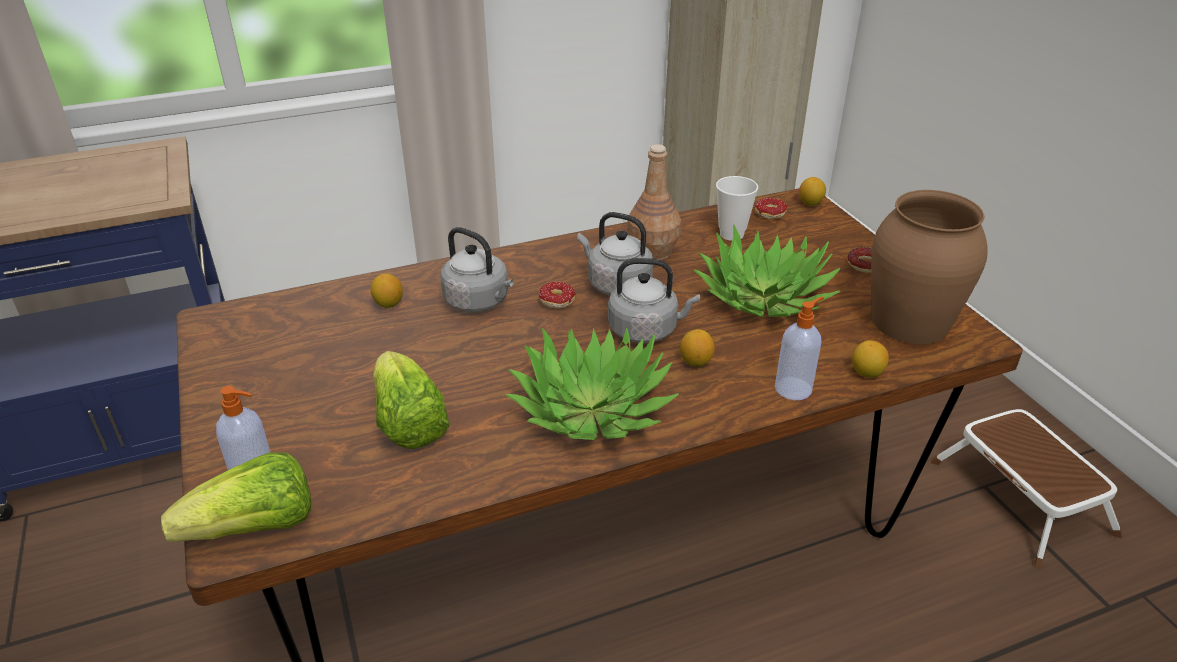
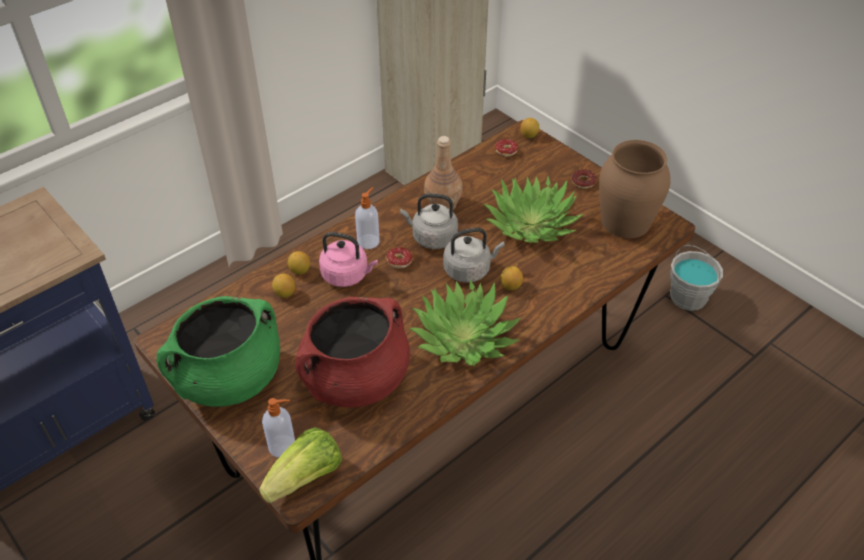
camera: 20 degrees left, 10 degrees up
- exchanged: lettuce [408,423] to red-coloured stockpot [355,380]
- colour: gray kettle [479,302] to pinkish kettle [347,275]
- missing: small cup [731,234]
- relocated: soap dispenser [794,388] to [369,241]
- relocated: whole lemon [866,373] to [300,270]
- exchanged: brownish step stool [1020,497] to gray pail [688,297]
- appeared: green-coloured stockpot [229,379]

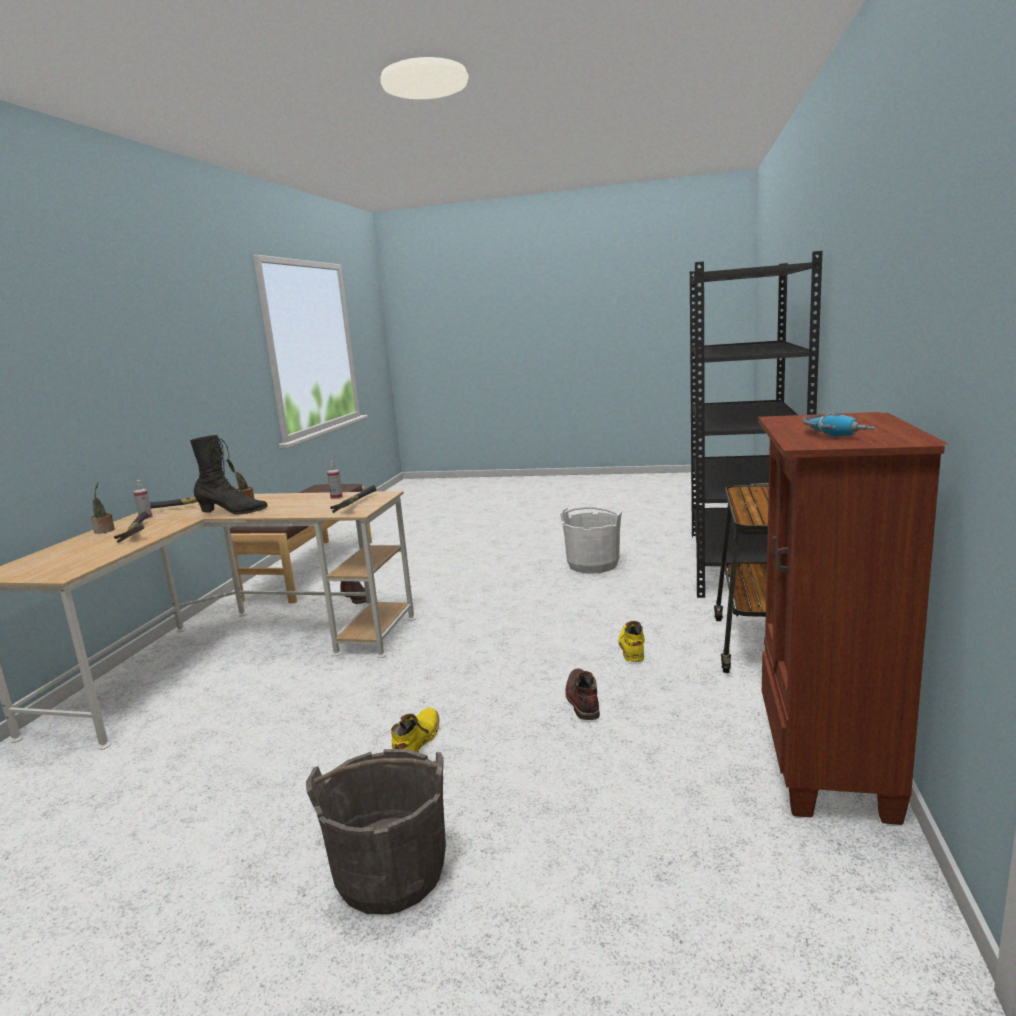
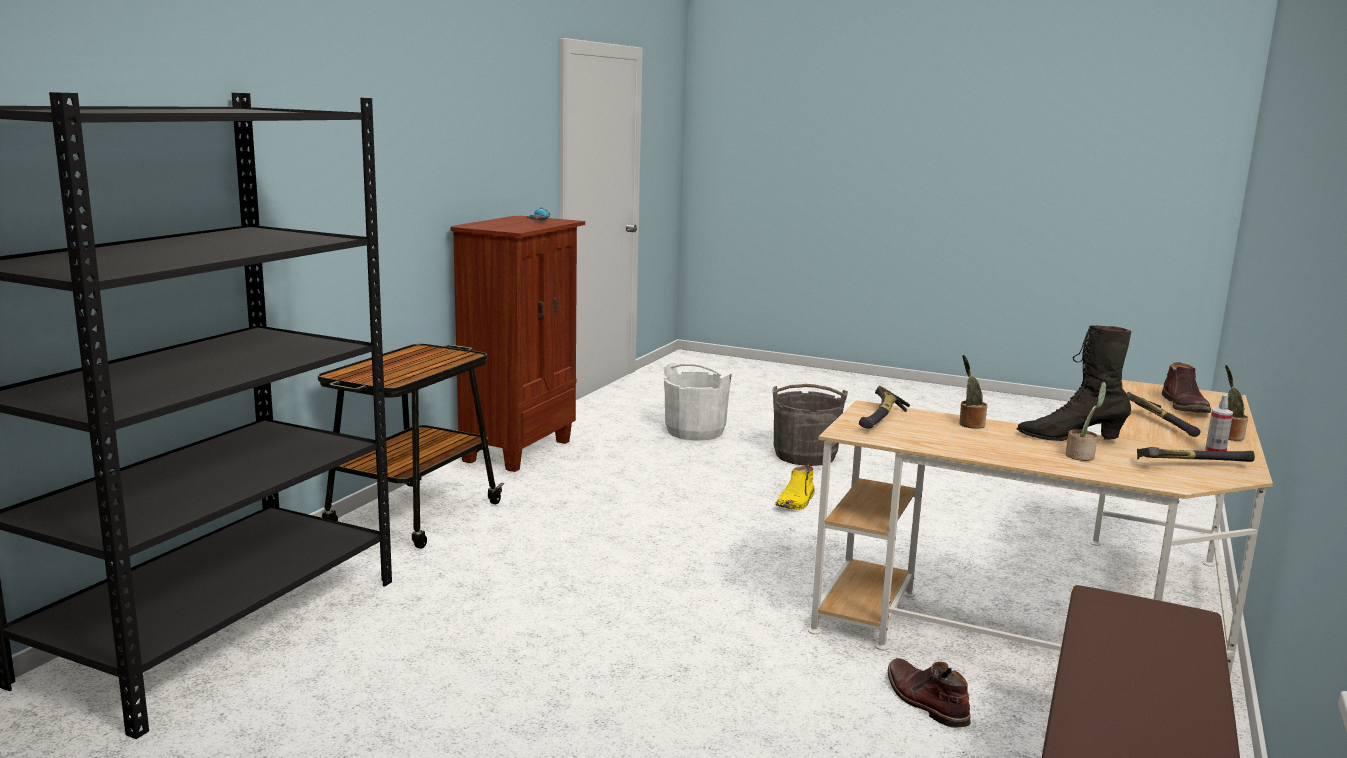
camera: 170 degrees left, 0 degrees up
- missing: hand sprayer [336,497]
- relocated: white pail [593,565] to [695,431]
- relocated: brownish boot [582,700] to [1186,406]
- missing: yellow-coloured boot [632,647]
- appeared: plant in a pot [970,424]

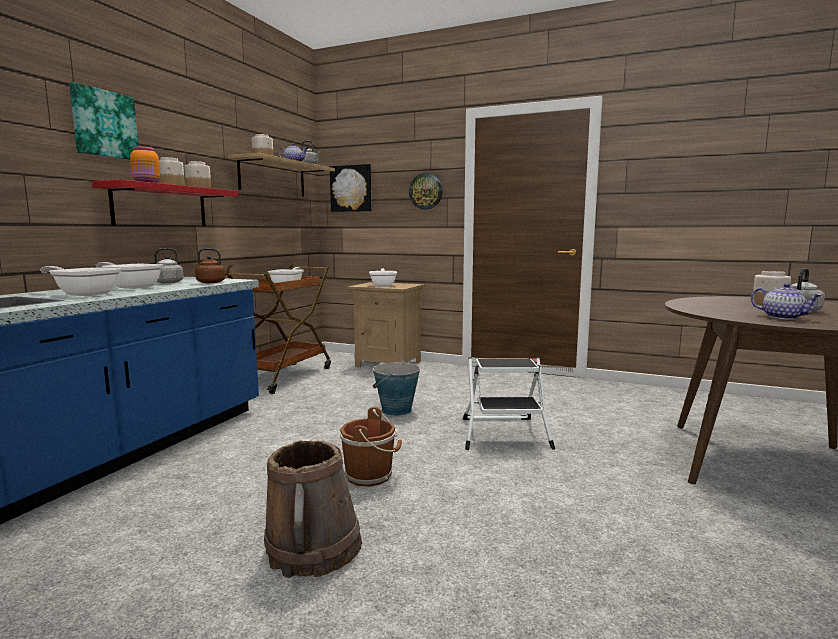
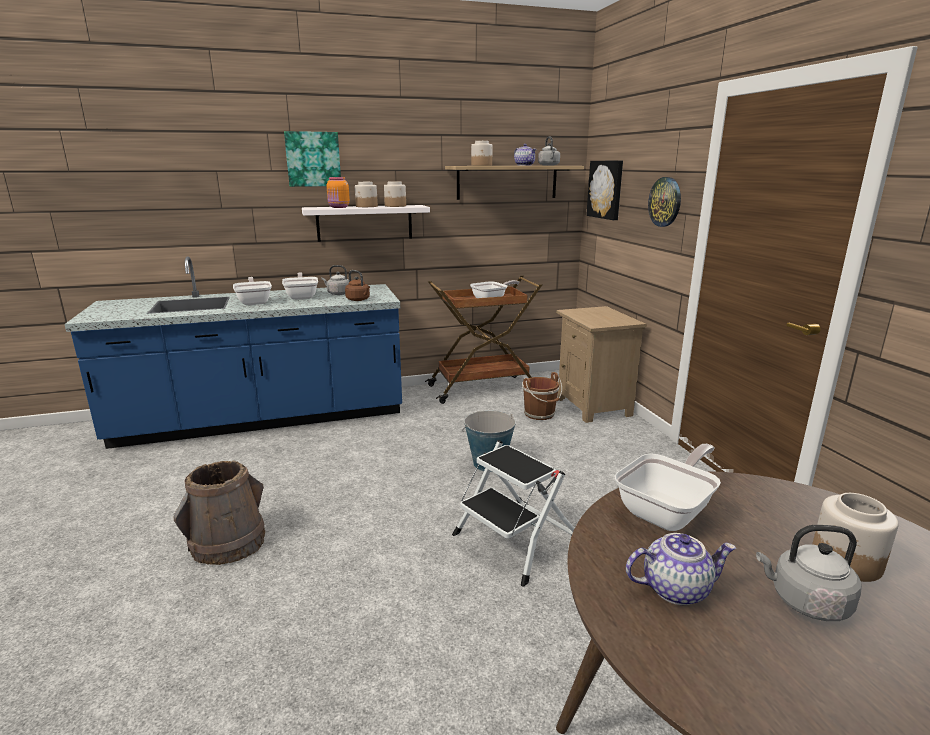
camera: 50 degrees right, 10 degrees up
- colour: red-coloured wall shelf [160,206] to white wall shelf [364,223]
- relocated: brownish pail [371,475] to [540,414]
- relocated: pan [383,285] to [668,511]
- spun: teapot [783,317] = [676,588] 105 degrees counterclockwise

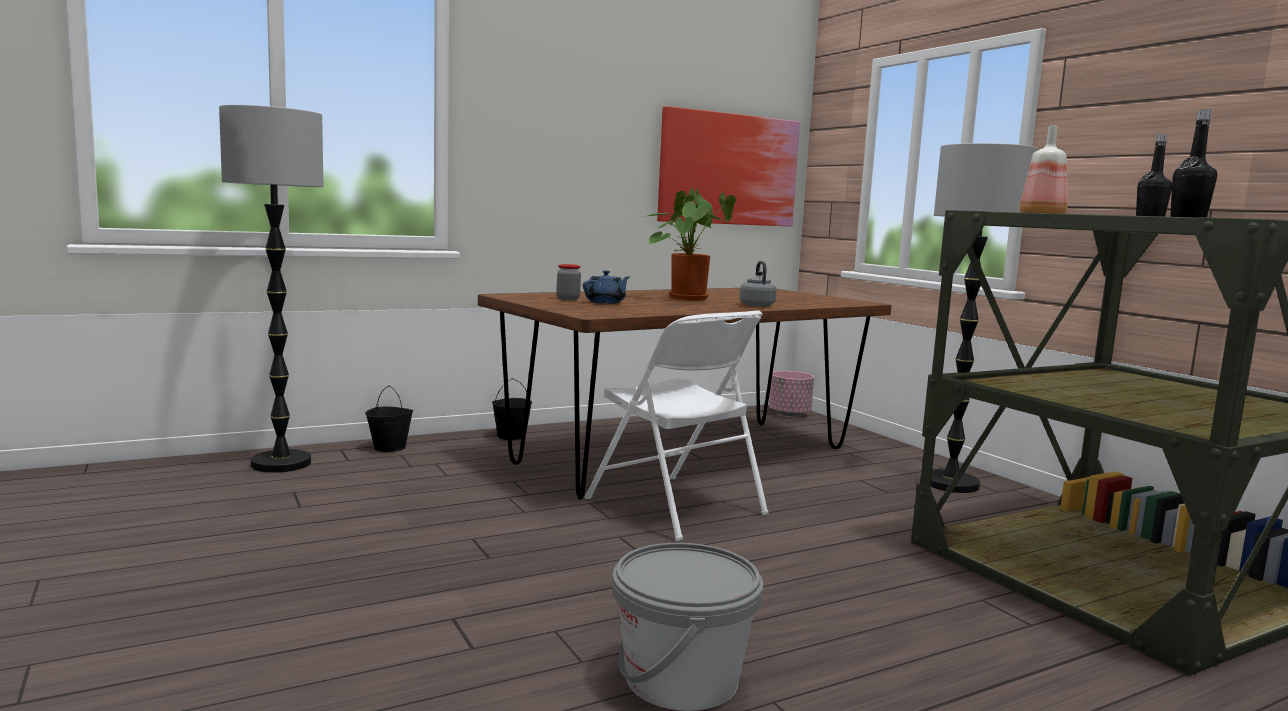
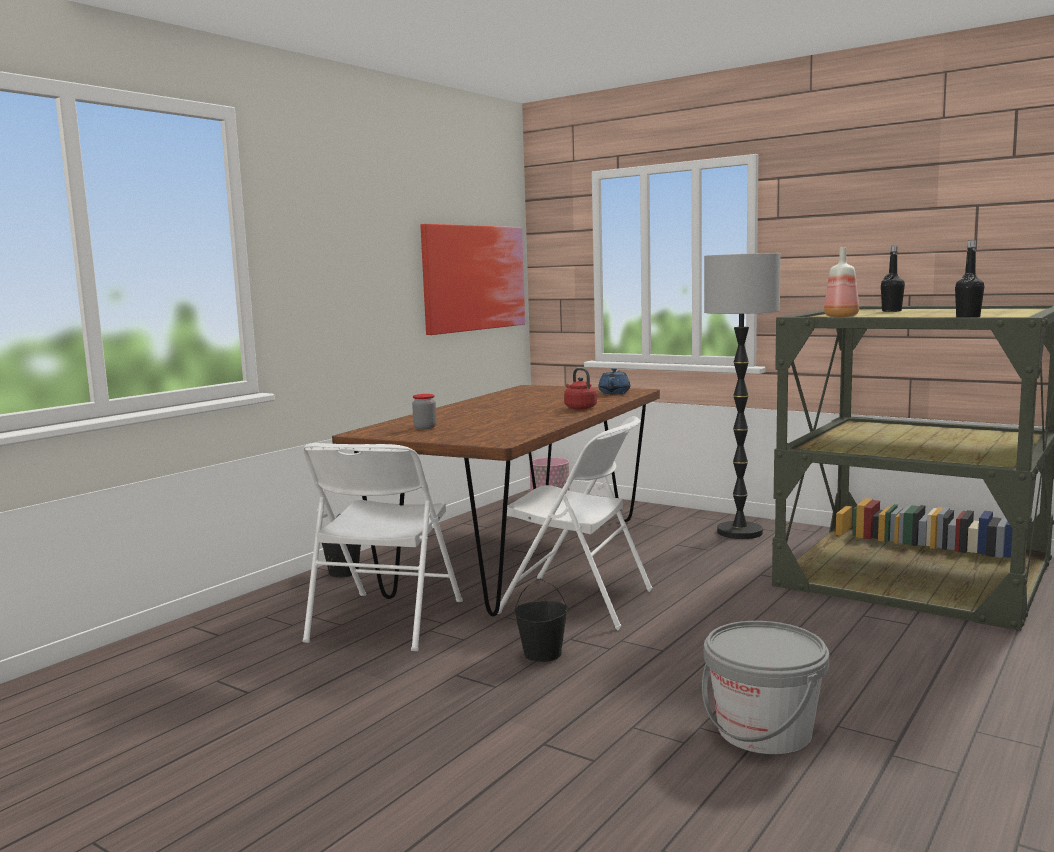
camera: 25 degrees left, 0 degrees up
- missing: standing lamp [281,463]
- relocated: black pail [390,448] to [542,654]
- relocated: blue-coloured teapot [606,302] to [614,393]
- missing: plant in a pot [687,297]
- colour: gray kettle [756,305] to red-coloured kettle [579,408]
- appeared: white upright chair [386,621]

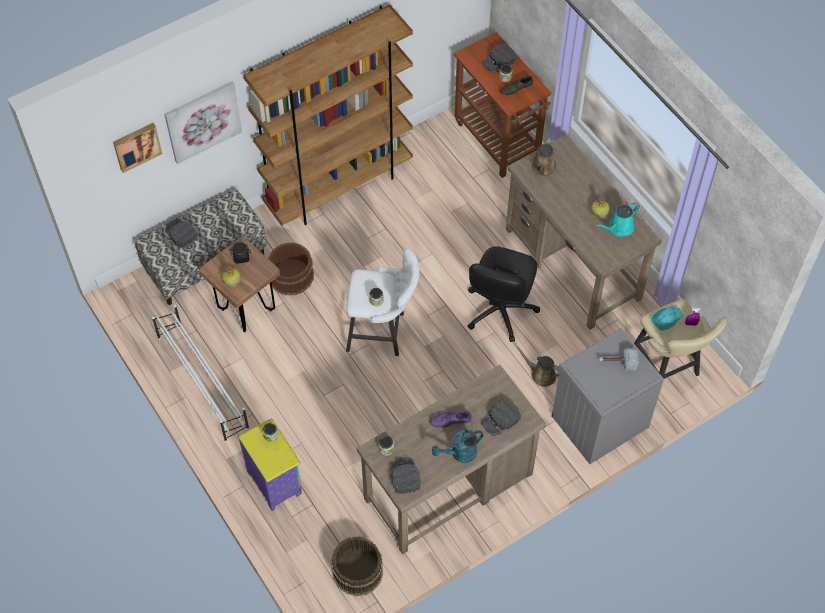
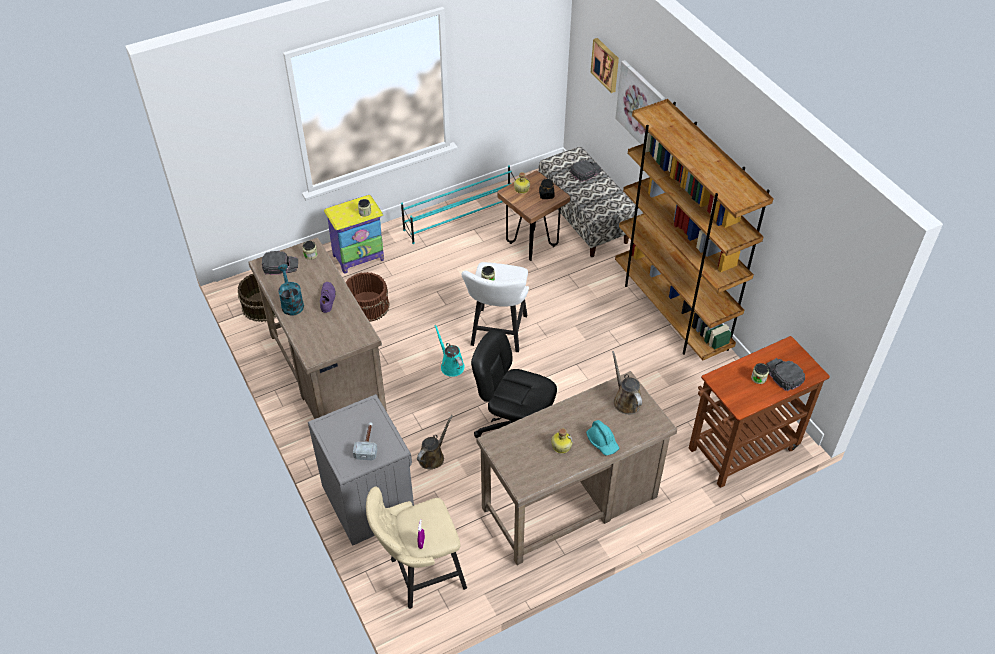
camera: 95 degrees right, 10 degrees down
- colour: white shoe stand [202,381] to turquoise shoe stand [462,217]
- relocated: brownish pail [291,276] to [367,305]
- missing: black cap [500,419]
- missing: brownish low shoe [516,89]
- spun: brownish watering pot [542,168] = [625,400] 45 degrees clockwise
- relocated: turquoise watering pot [619,228] to [451,365]
- relocated: turquoise safety helmet [666,319] to [602,442]

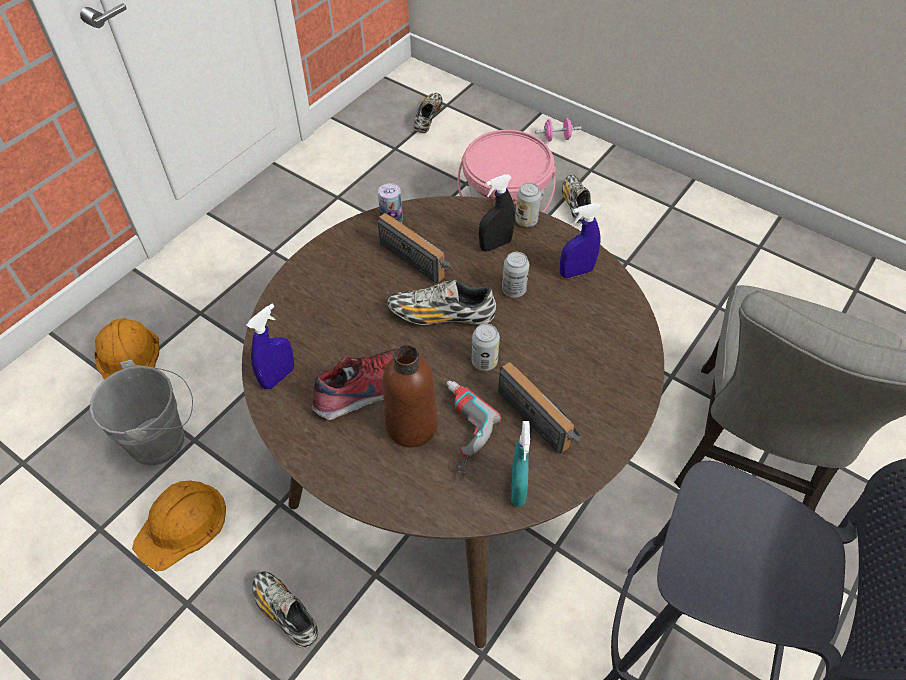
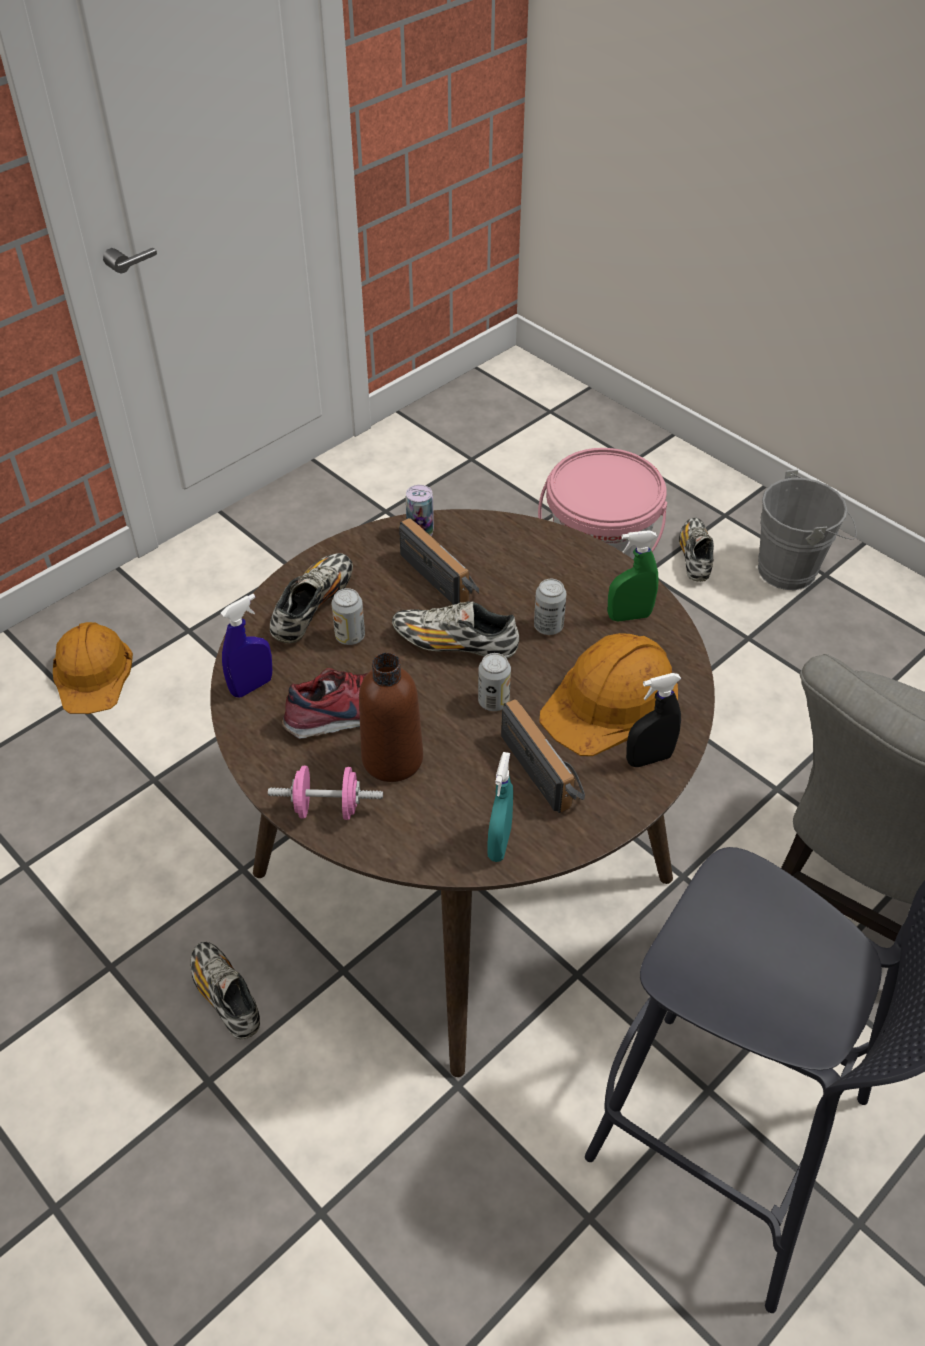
camera: 10 degrees right, 5 degrees down
- relocated: gray pail [164,440] to [793,569]
- relocated: orange safety helmet [182,524] to [611,701]
- relocated: low shoe [428,118] to [313,608]
- missing: drill [455,431]
- relocated: black hand sprayer [495,244] to [649,759]
- relocated: can [526,220] to [350,636]
- relocated: pinkish dumbbell [556,138] to [327,808]
- colour: blue-coloured hand sprayer [576,272] to green-coloured hand sprayer [629,616]

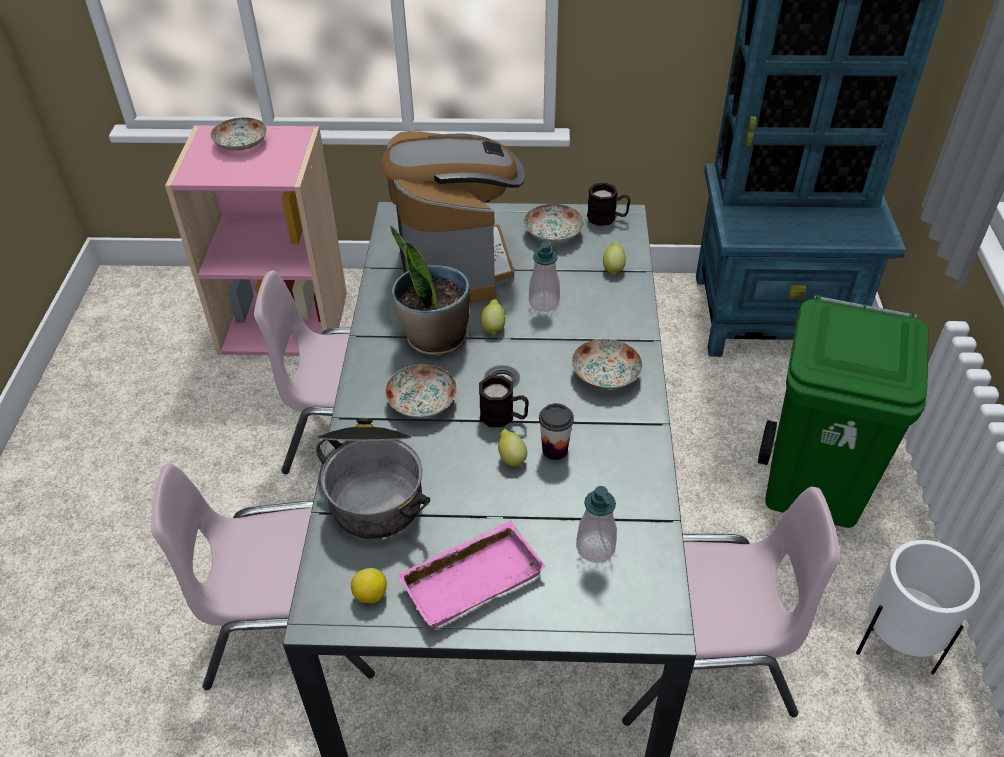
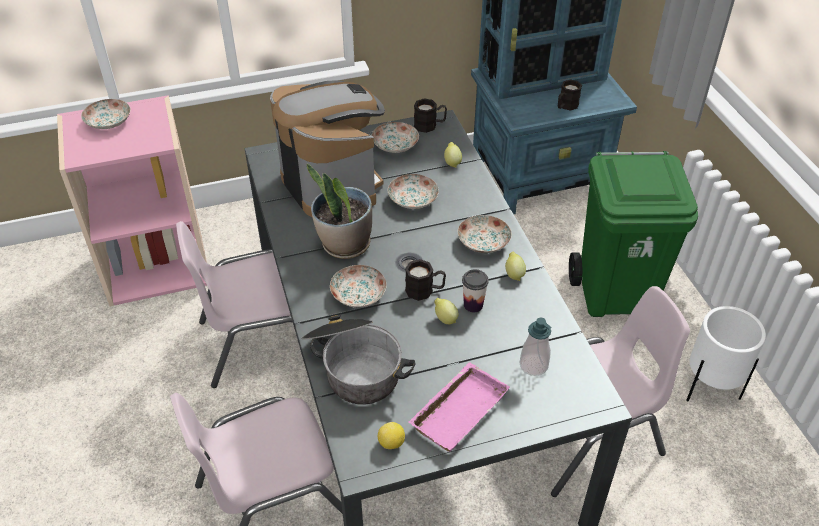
camera: 20 degrees left, 0 degrees up
- relocated: whole lemon [493,327] to [514,274]
- exchanged: soap dispenser [544,302] to flat dish [413,199]
- appeared: black tea mug [566,106]

